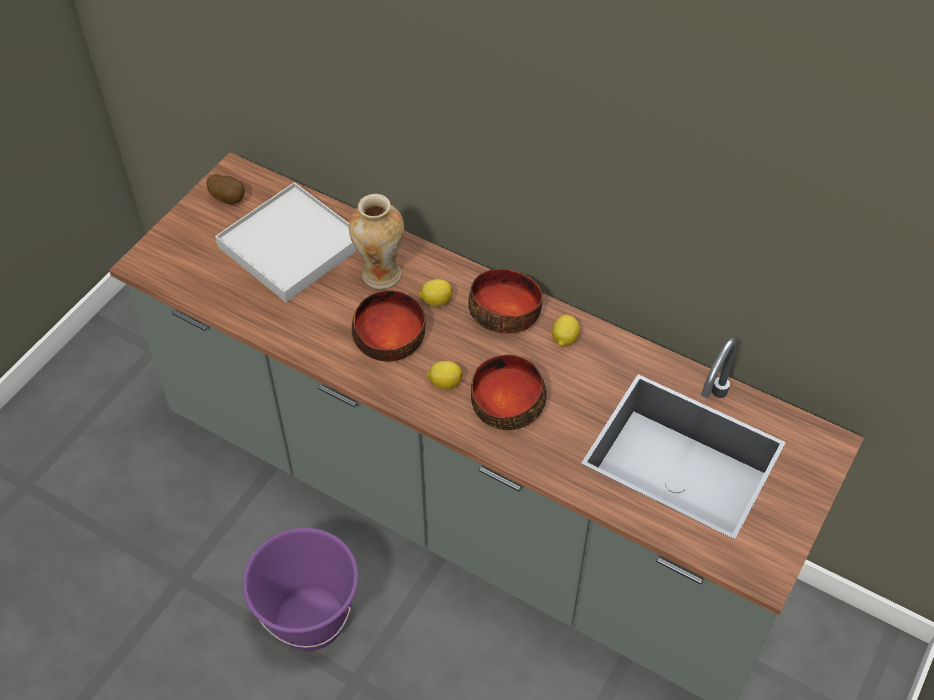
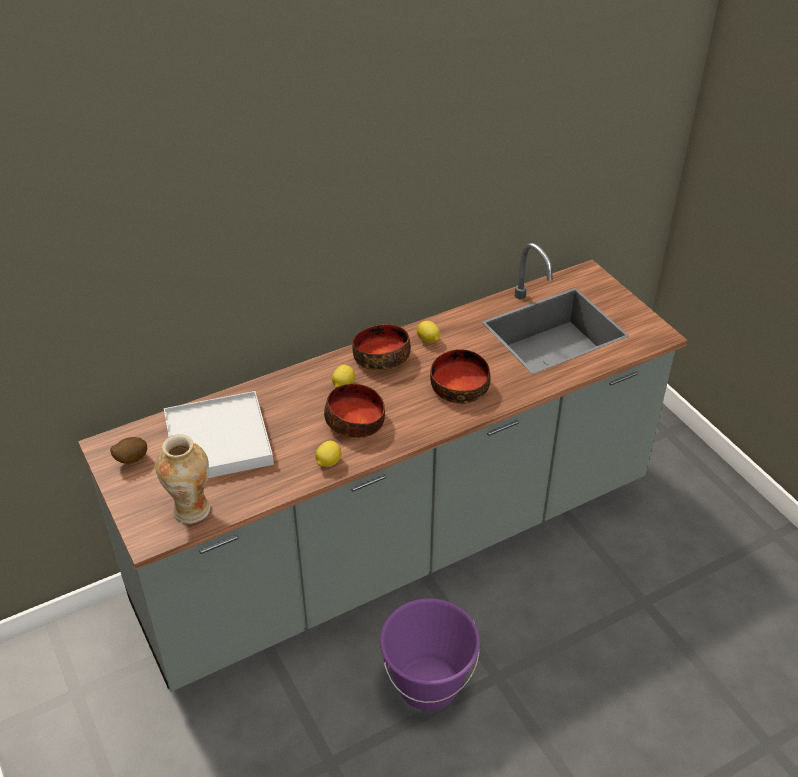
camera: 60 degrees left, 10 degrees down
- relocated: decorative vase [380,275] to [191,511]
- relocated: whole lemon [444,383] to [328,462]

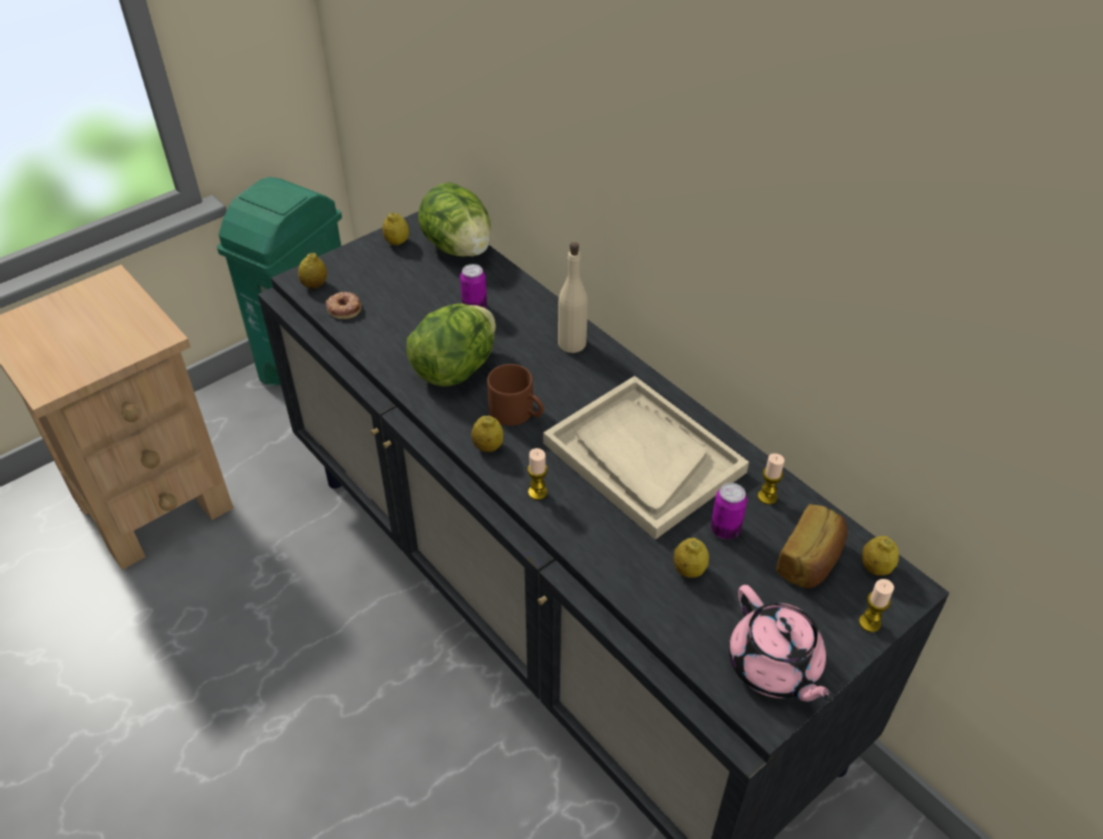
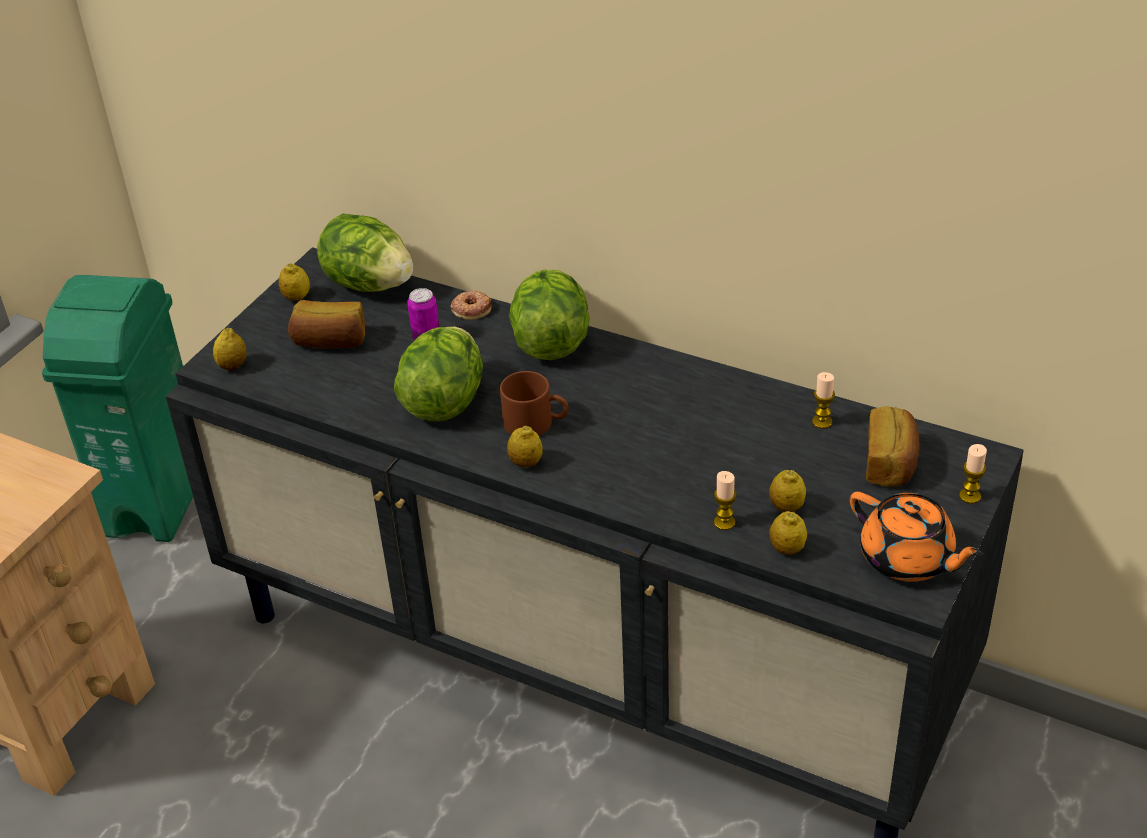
camera: 20 degrees left, 5 degrees down
- relocated: donut [344,308] to [471,308]
- relocated: wax candle [537,492] to [724,522]
- missing: beige tray [642,457]
- exchanged: beige beverage bottle [572,343] to lettuce [550,342]
- missing: can [725,529]
- colour: pinkish teapot [774,667] to orange teapot [908,559]
- relocated: whole lemon [875,568] to [787,548]
- appeared: baked bread [330,342]

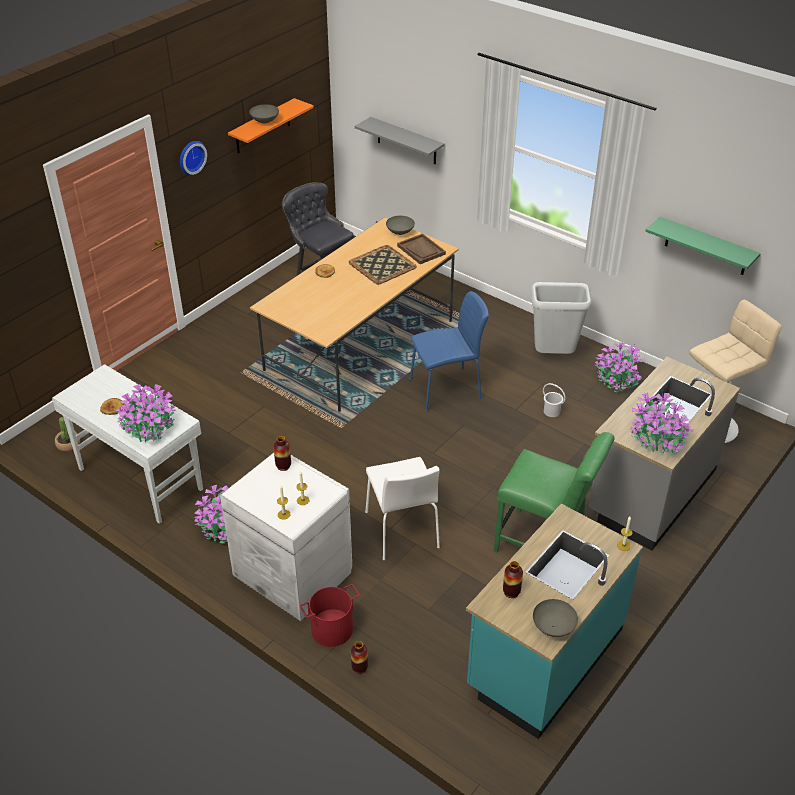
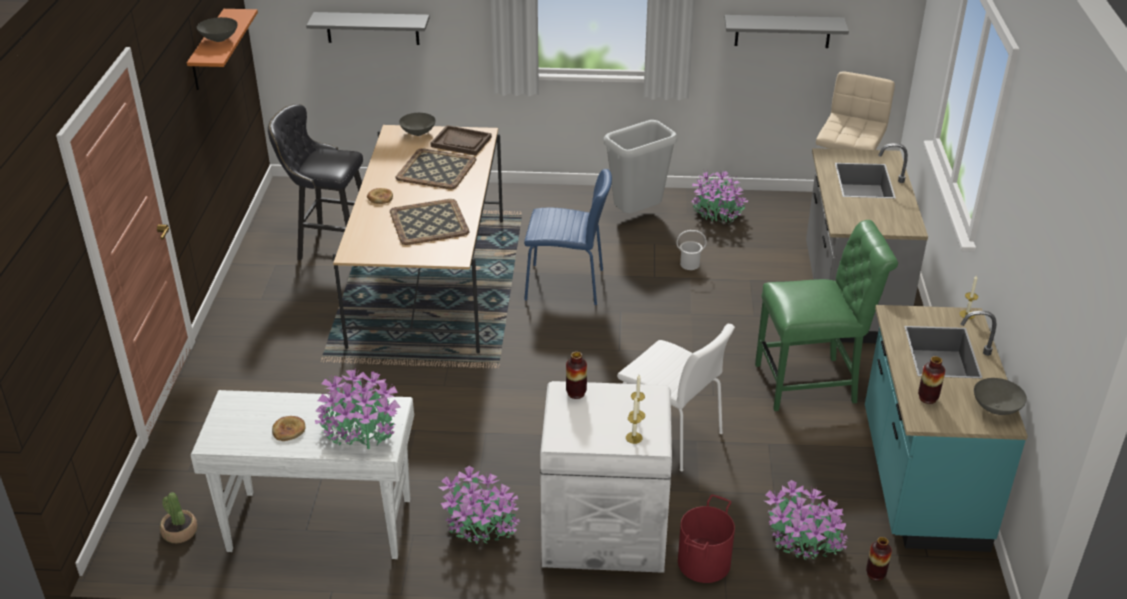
camera: 35 degrees left, 5 degrees down
- missing: wall clock [190,157]
- relocated: decorative vase [359,668] to [875,574]
- spun: blue-coloured upright chair [447,388] = [568,285] 60 degrees clockwise
- relocated: plant in a pot [656,439] to [803,541]
- colour: green-coloured wall shelf [706,247] to gray wall shelf [782,31]
- appeared: tray [428,223]

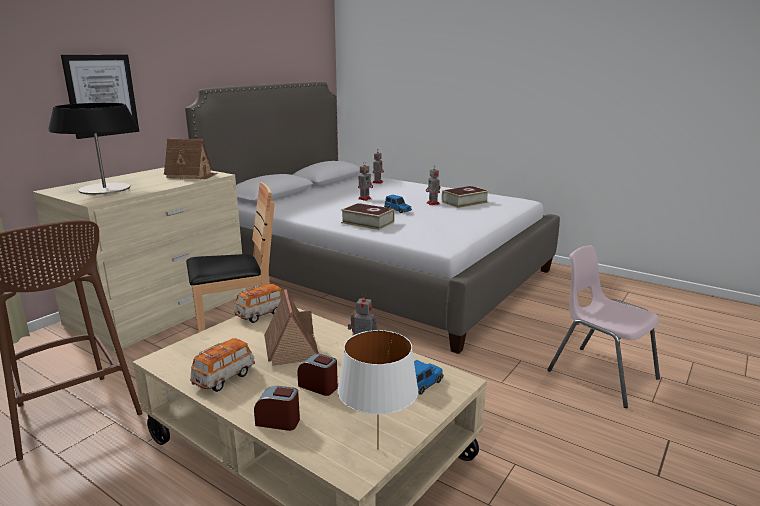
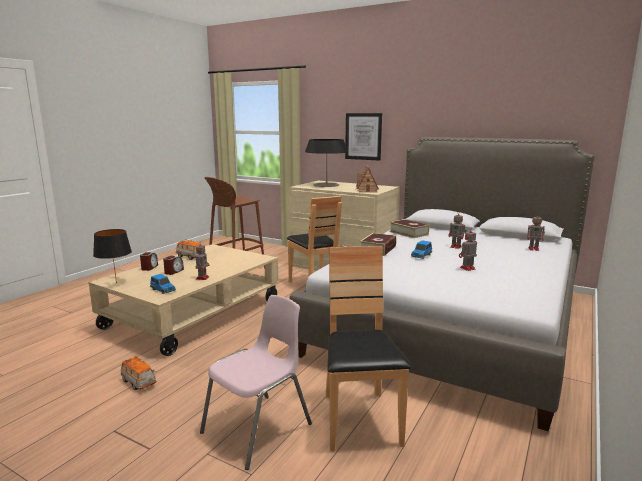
camera: 85 degrees right, 5 degrees down
- relocated: miniature car [261,314] to [138,382]
- missing: miniature house [290,348]
- colour: white lamp for a table [379,449] to black lamp for a table [116,283]
- relocated: book [464,202] to [408,233]
- appeared: brownish upright chair [359,420]

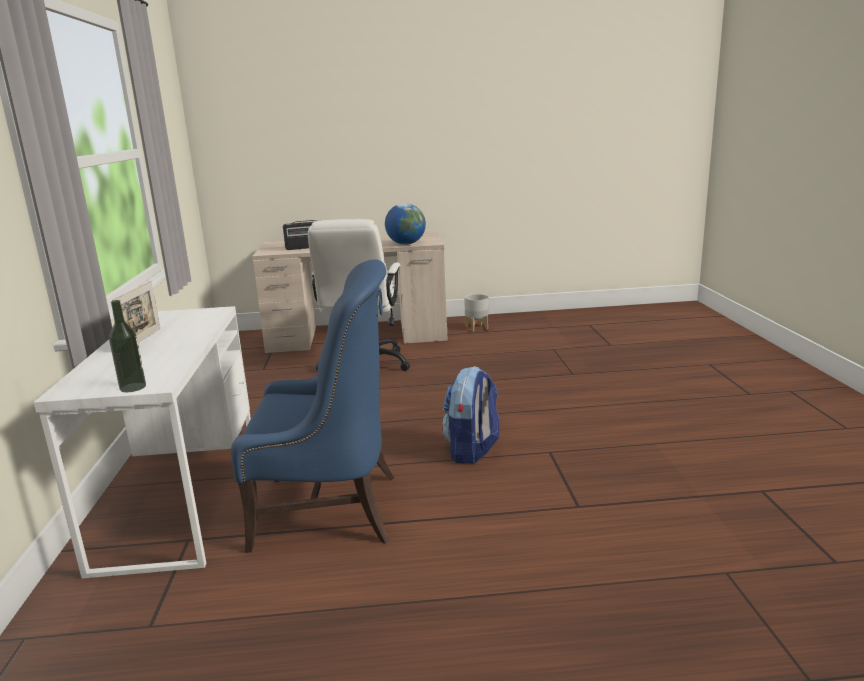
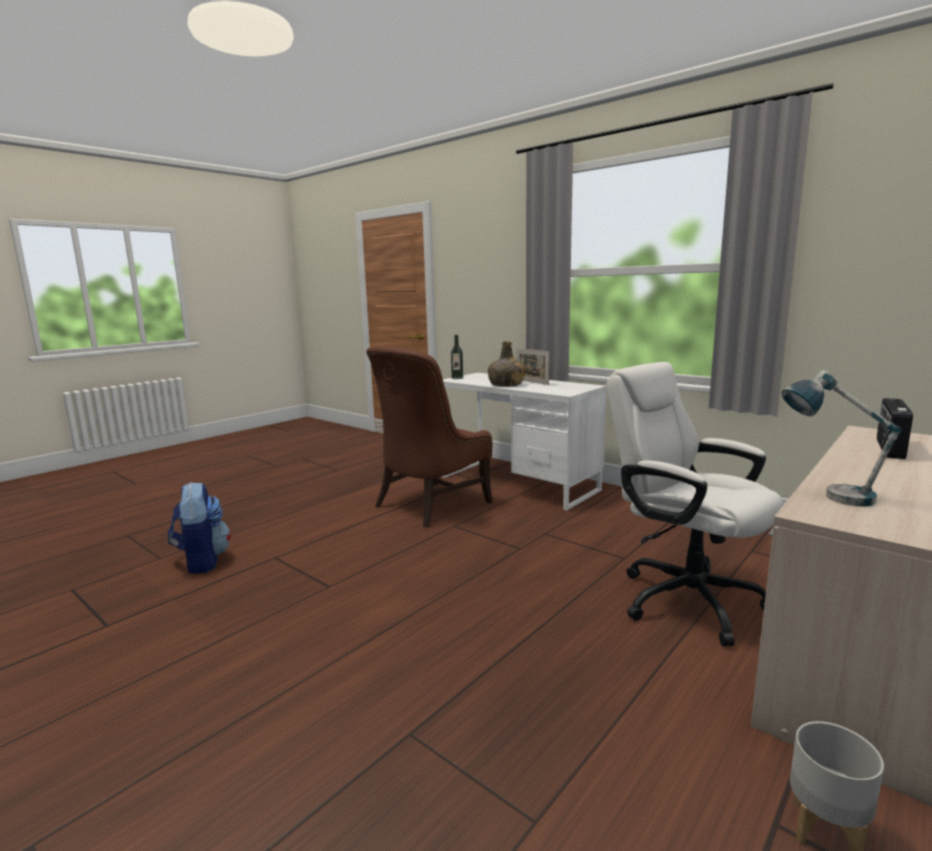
camera: 135 degrees right, 5 degrees down
- colour: blue-coloured upright chair [329,509] to brownish upright chair [431,504]
- exchanged: desk globe [406,244] to lamp for a table [828,496]
- relocated: backpack [472,450] to [202,561]
- appeared: green-coloured beverage bottle [506,384]

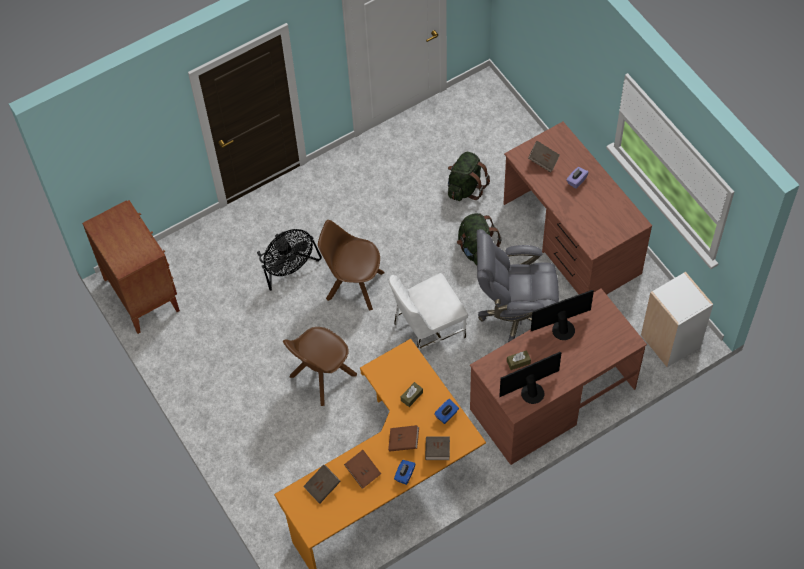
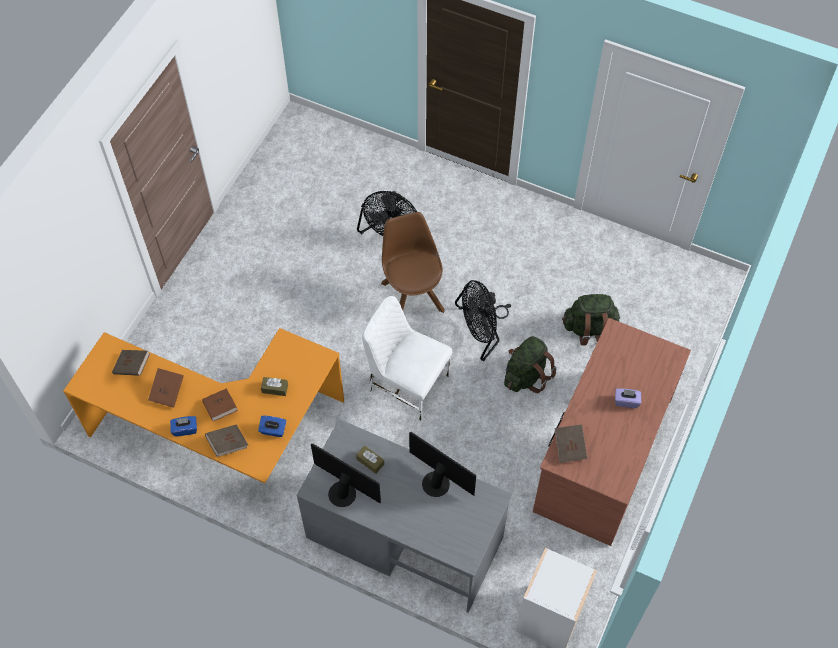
camera: 55 degrees right, 0 degrees up
- missing: brownish drawer chest [142,293]
- missing: brownish upright chair [321,377]
- colour: brownish desk unit [552,398] to gray desk unit [404,536]
- missing: gray computer chair [515,316]
- relocated: brownish book [543,160] to [570,447]
- appeared: black fan [482,328]

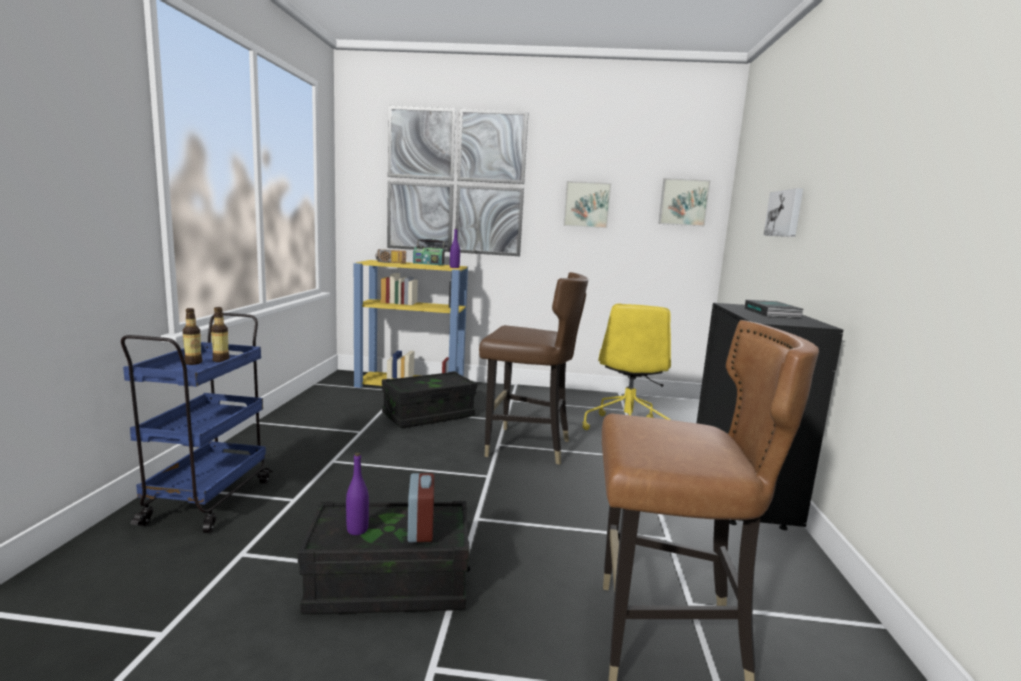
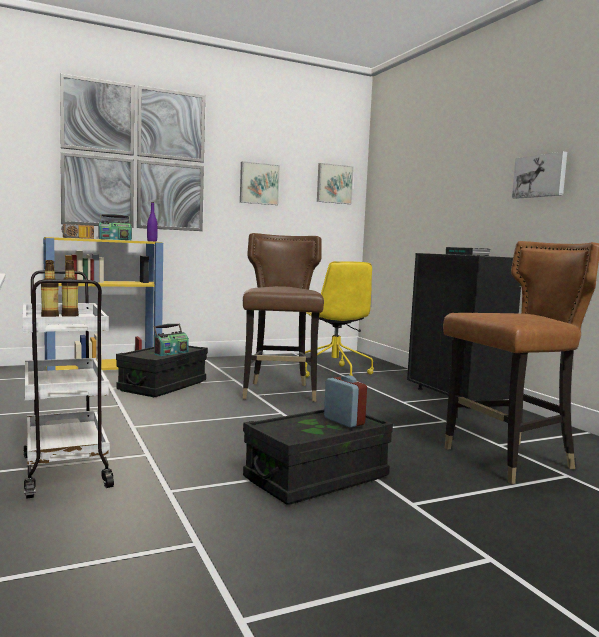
camera: 30 degrees left, 5 degrees down
- colour: blue-coloured trolley [209,501] to white trolley [65,471]
- missing: purple beverage bottle [357,530]
- spun: brownish upright chair [526,446] = [279,393] 75 degrees counterclockwise
- relocated: wall art [785,213] to [540,176]
- appeared: radio receiver [170,353]

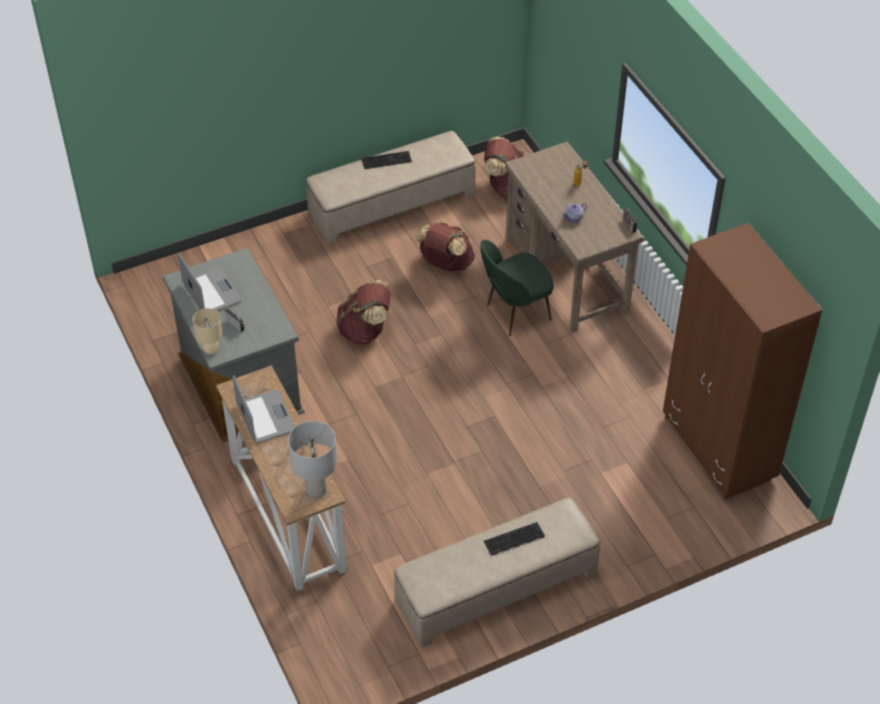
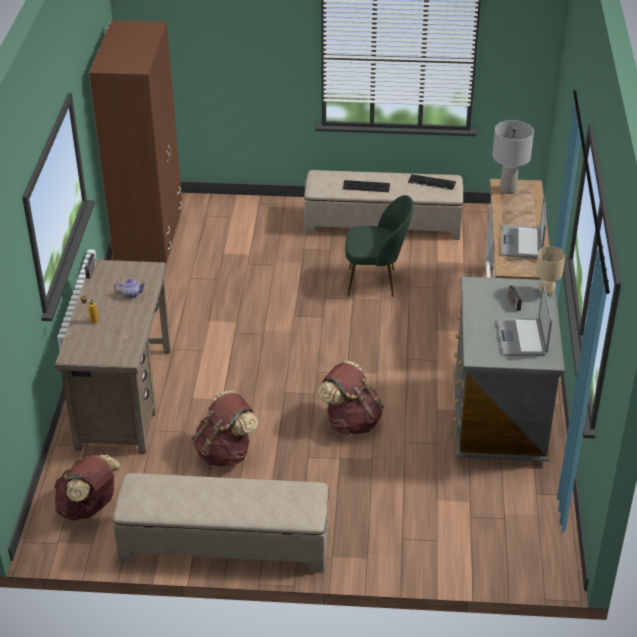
camera: 150 degrees left, 10 degrees down
- relocated: keyboard [387,160] to [431,182]
- relocated: green-coloured upright chair [513,314] to [376,282]

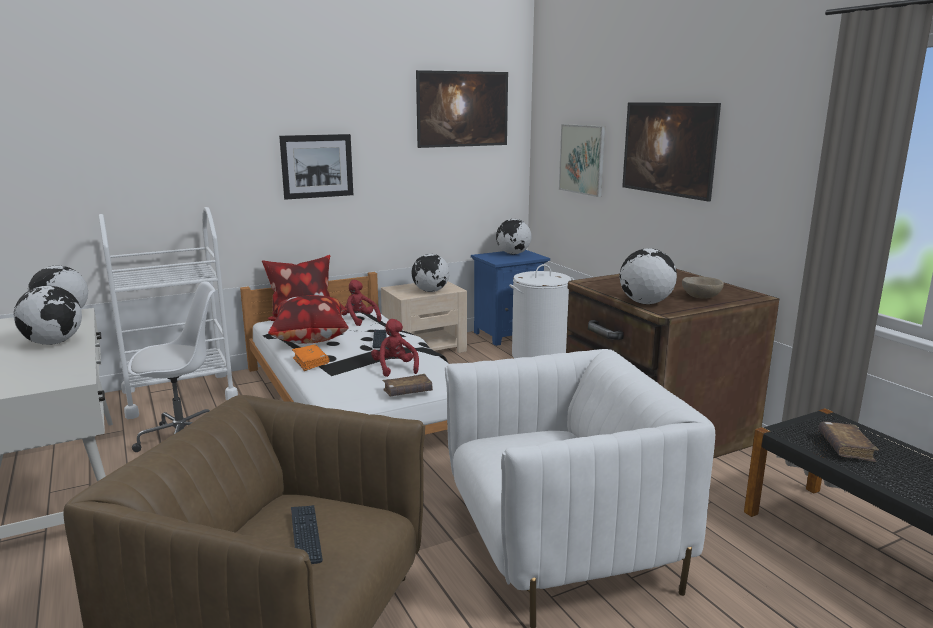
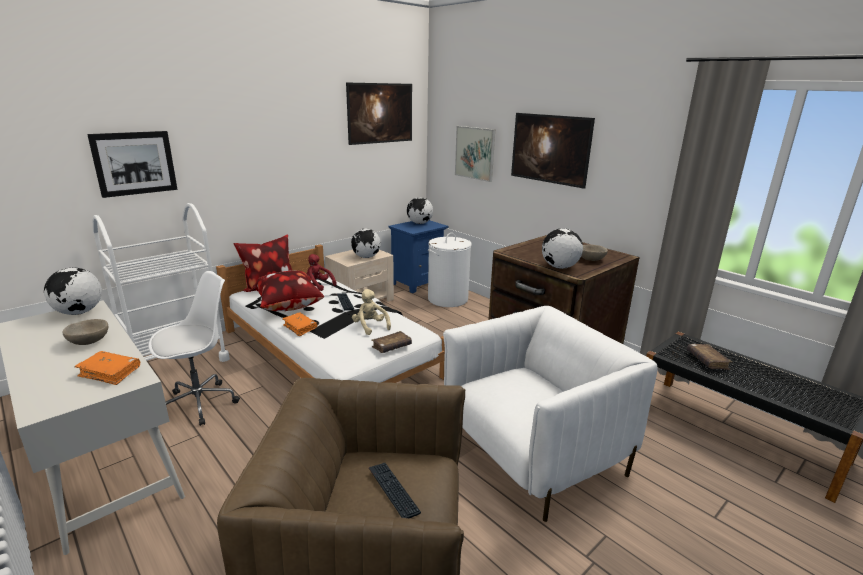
camera: 15 degrees left, 5 degrees up
- exchanged: desk globe [54,343] to beige bowl [89,341]
- relocated: wall art [317,166] to [135,163]
- colour: red-coloured plush toy [395,368] to beige plush toy [370,326]
- appeared: orange book [110,373]

